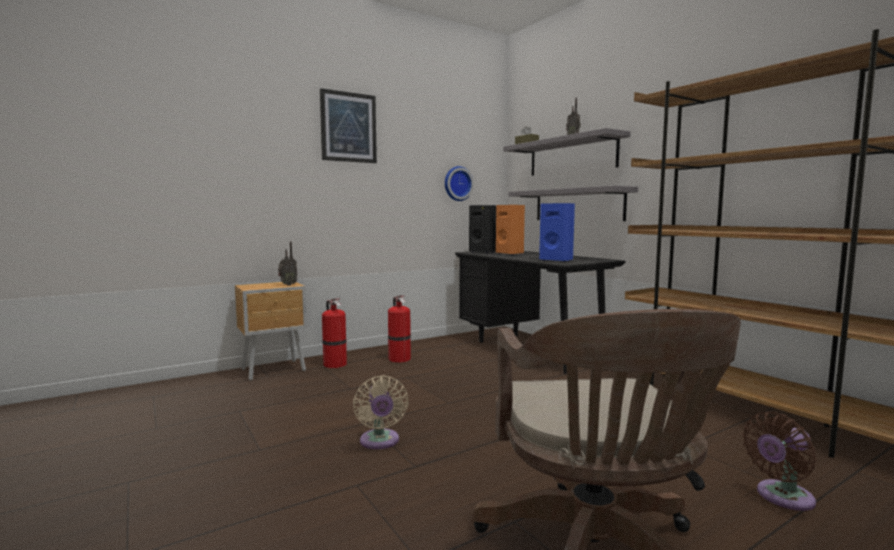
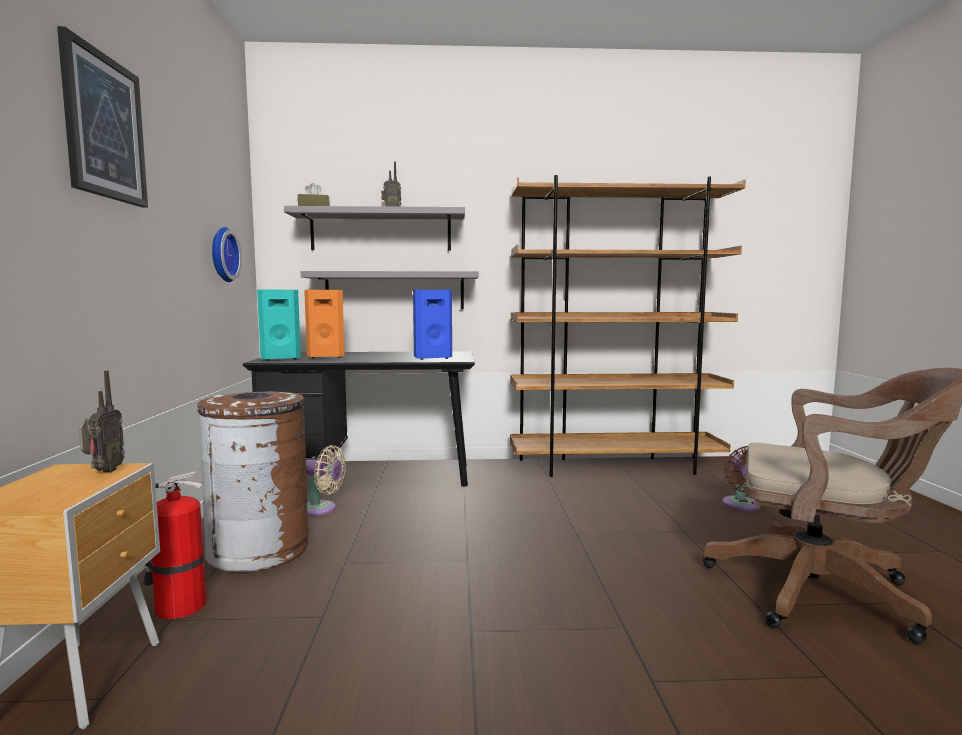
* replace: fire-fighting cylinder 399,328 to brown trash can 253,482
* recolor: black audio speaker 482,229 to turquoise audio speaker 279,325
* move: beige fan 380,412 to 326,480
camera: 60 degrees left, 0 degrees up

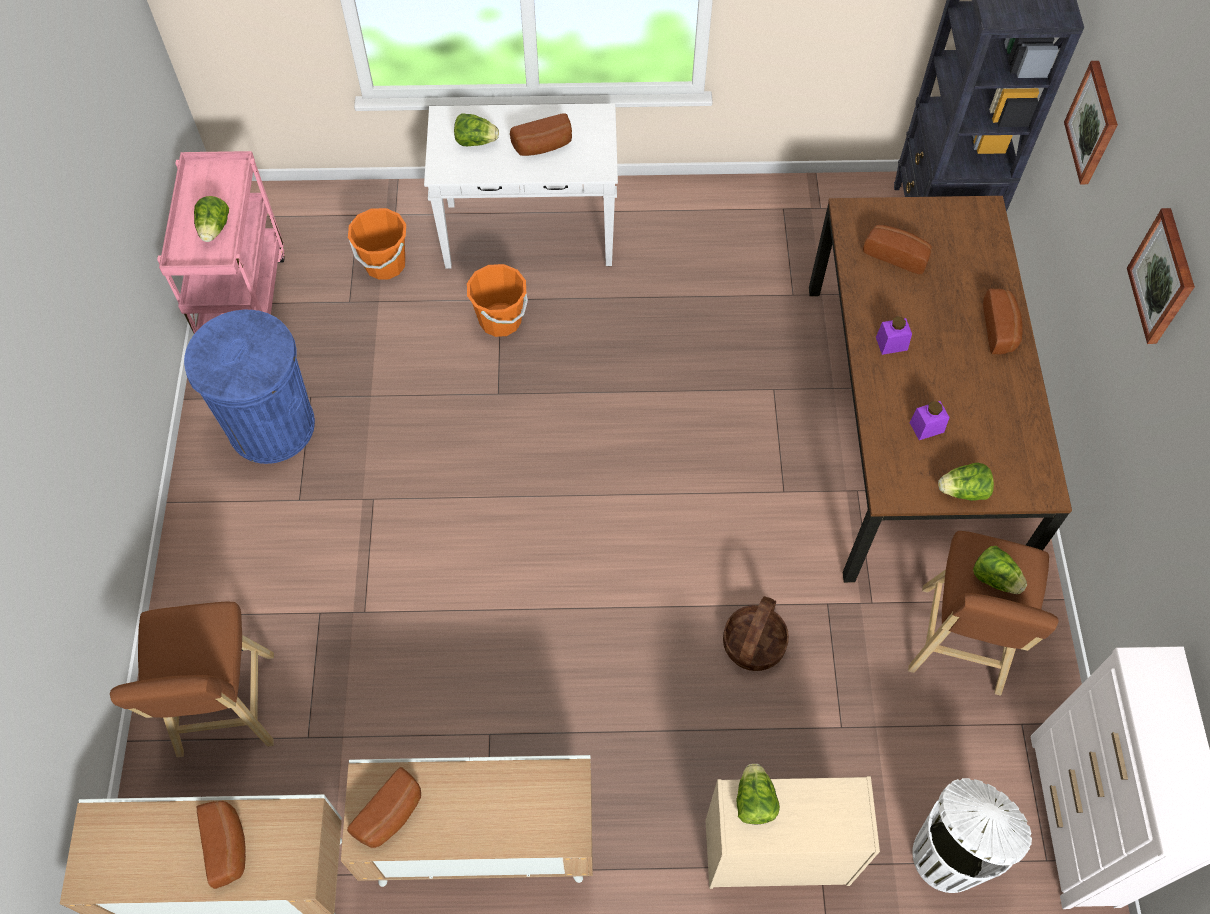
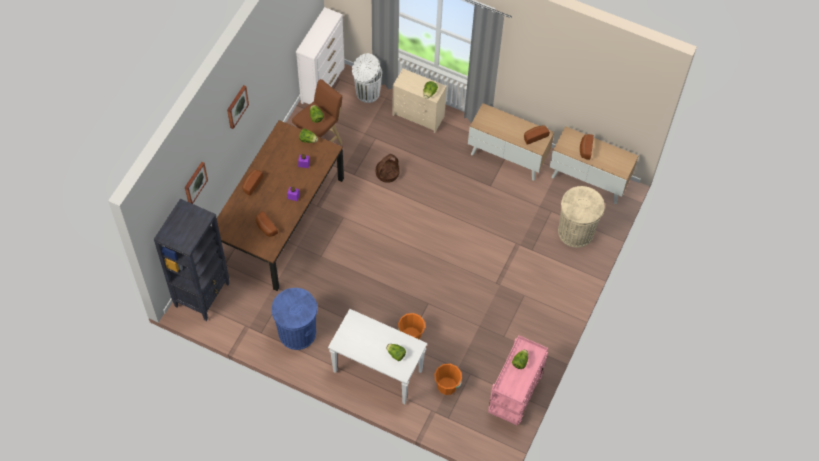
* move: bluish trash can 249,387 to 294,319
* replace: brown stool seat 192,679 to beige trash can 581,217
* delete: baked bread 541,134
camera: 155 degrees left, 0 degrees up

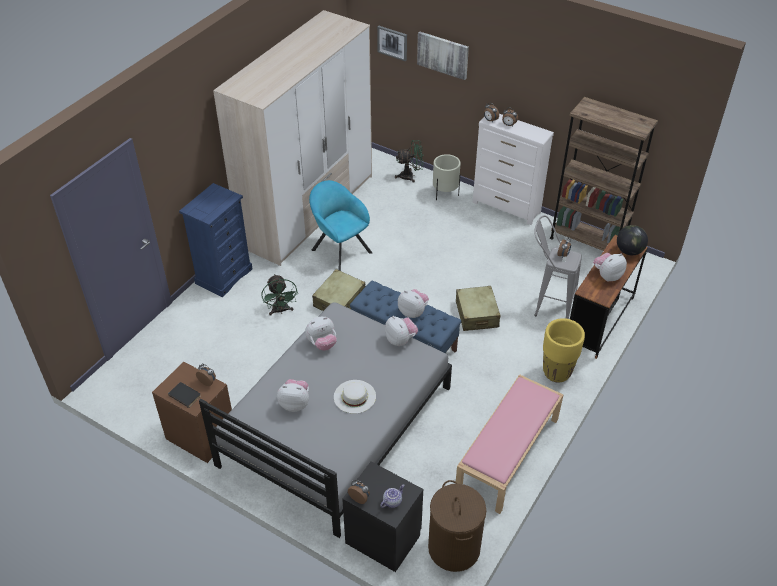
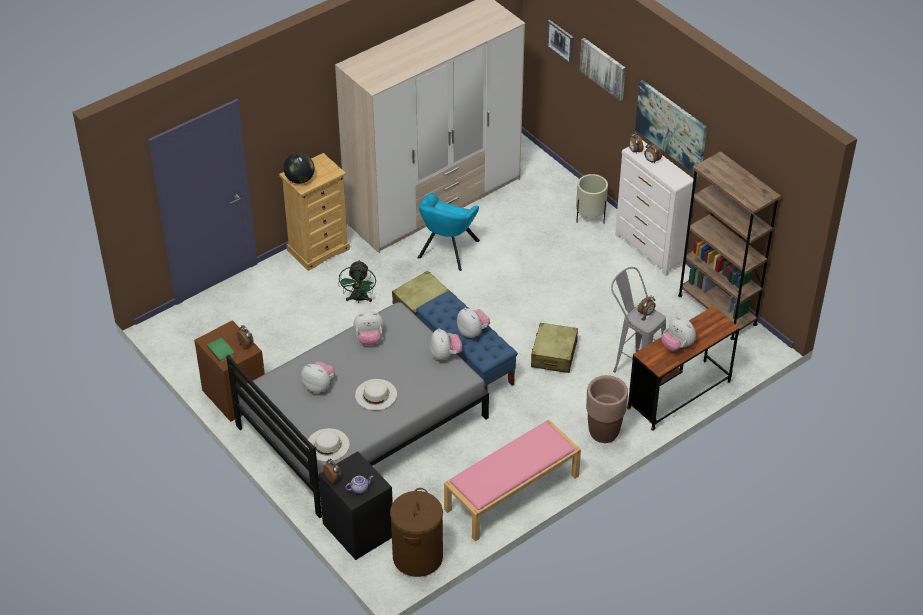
* recolor: black book 184,395 to greenish book 221,350
* recolor: bluish chest of drawers 216,240 to beige chest of drawers 314,212
* move: desk globe 632,240 to 299,168
* insert: whitish clothing hat 327,445
* rotate: turquoise easy chair 340,225 = 448,232 135 degrees counterclockwise
* recolor: yellowish plant pot 564,350 to brown plant pot 607,409
* insert: wall picture 671,128
* rotate: soft toy 610,267 = 678,334 120 degrees counterclockwise
* delete: greenish fan 409,161
camera: 20 degrees right, 0 degrees up

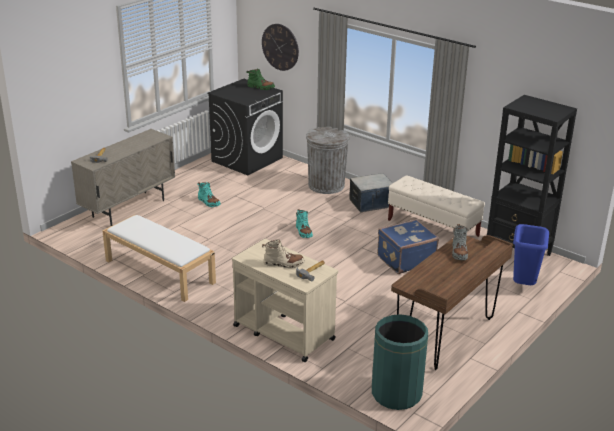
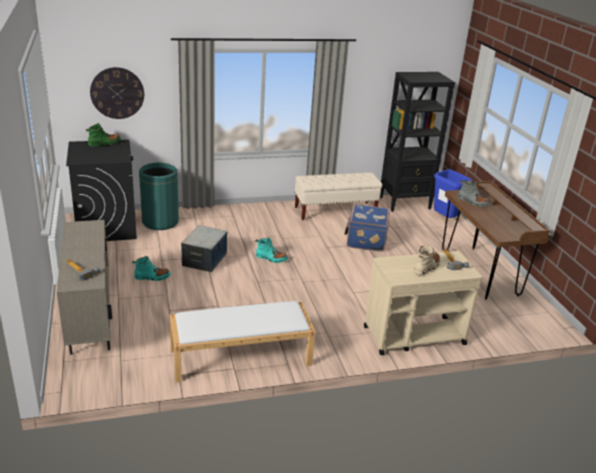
* move: greenish trash can 400,362 to 159,196
* move: storage bin 371,192 to 204,248
* delete: greyish trash can 328,160
camera: 55 degrees left, 0 degrees up

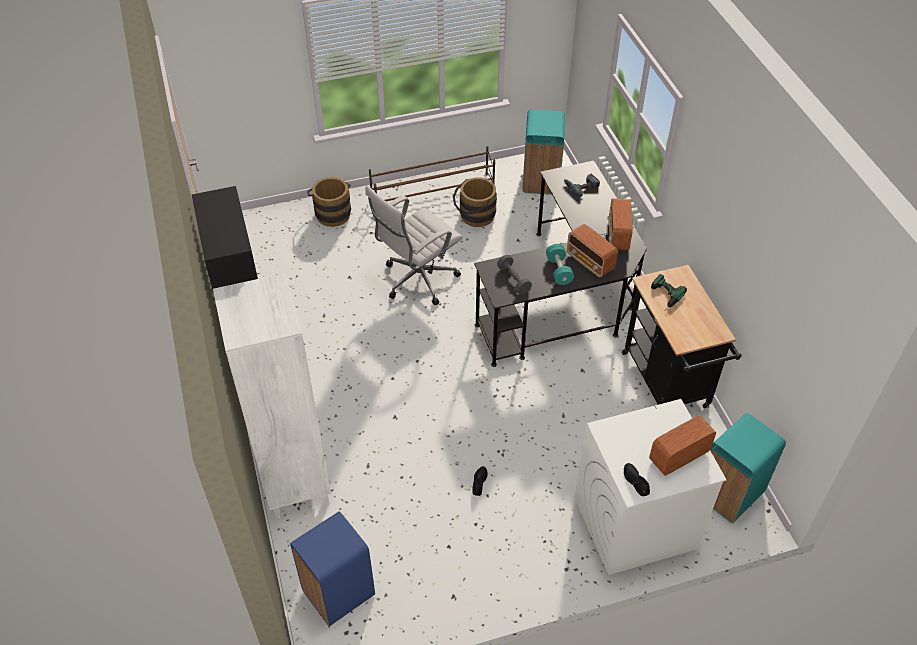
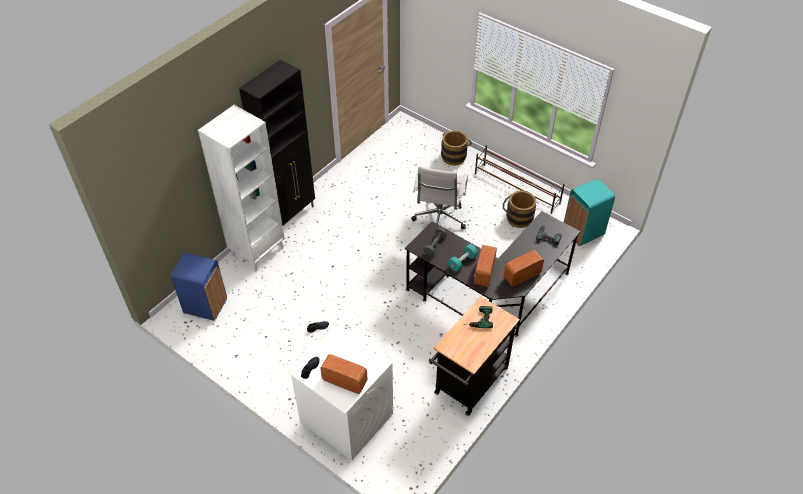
* rotate: whitish office chair 414,245 = 439,197 90 degrees counterclockwise
* delete: turquoise trash can 748,468
camera: 55 degrees right, 0 degrees up

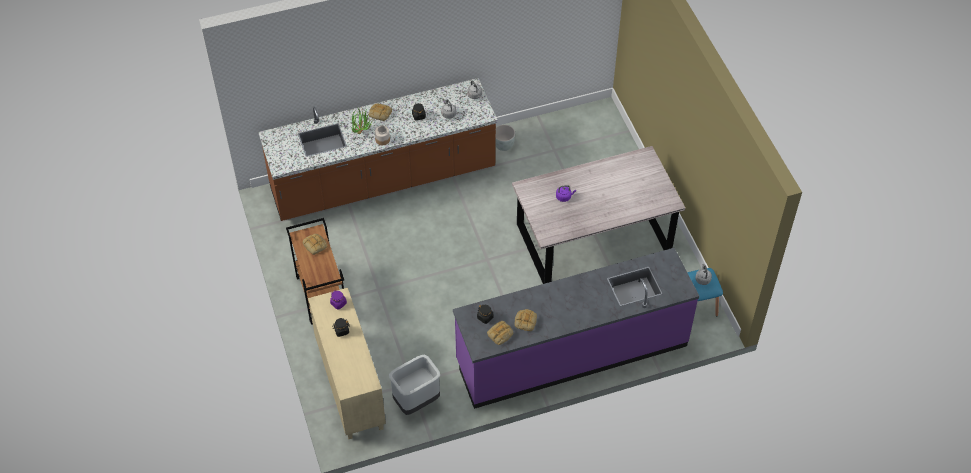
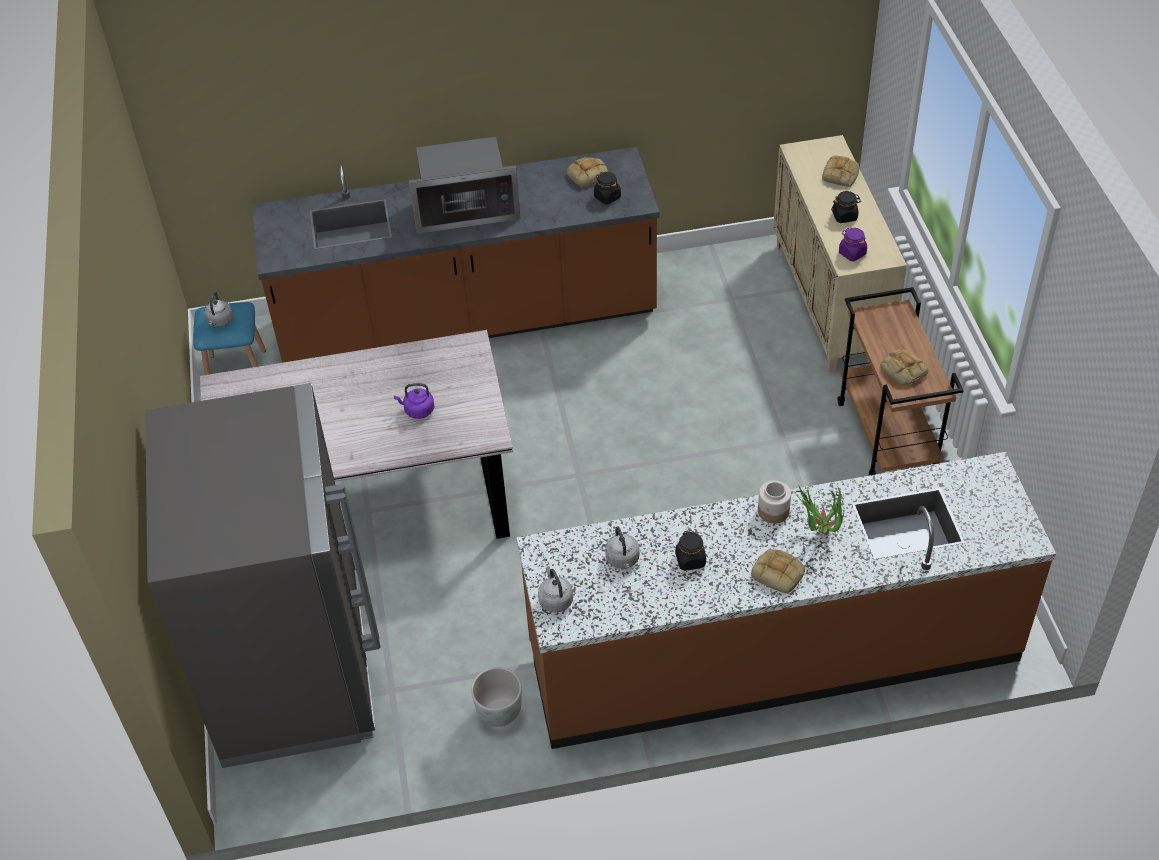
* insert: greyish fridge 263,575
* recolor: purple-coloured kitchen counter 576,328 to brown kitchen counter 455,255
* insert: microwave oven 465,185
* move: baked bread 526,320 to 840,171
* delete: greyish trash can 414,384
camera: 170 degrees left, 5 degrees down

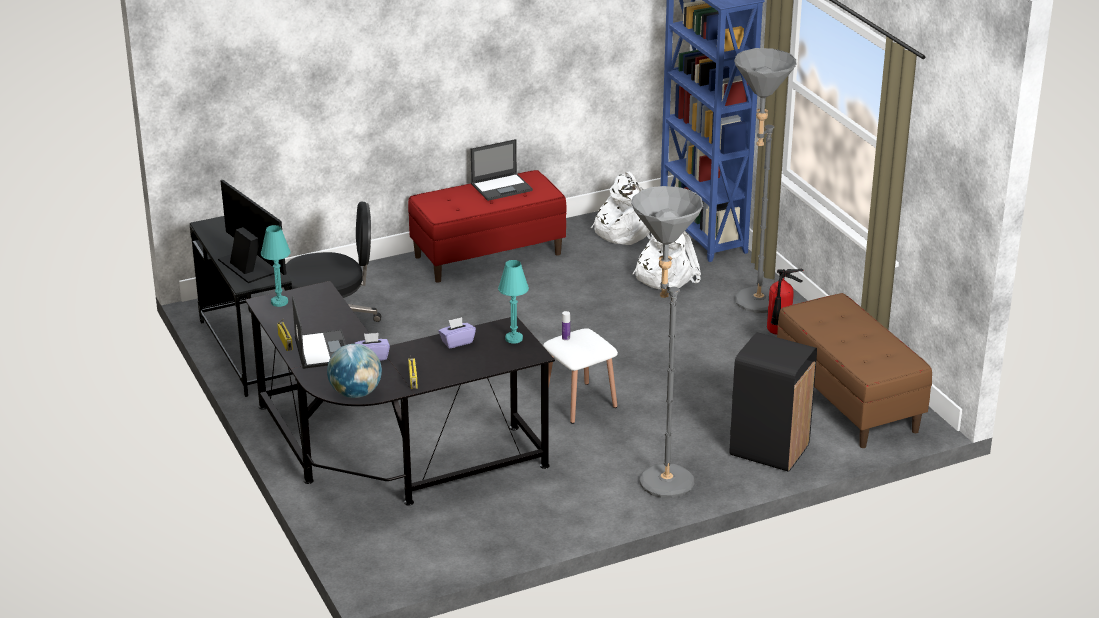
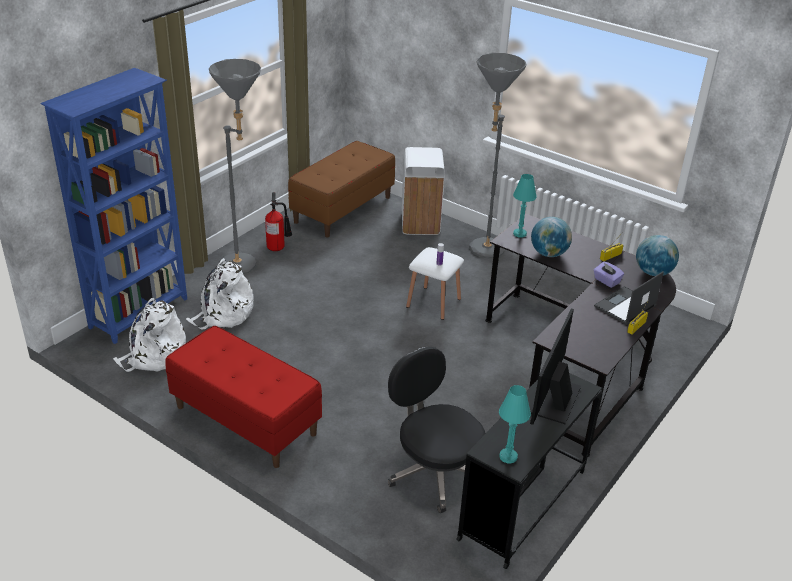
* recolor: black trash can 773,402 to whitish trash can 423,191
* move: turquoise lamp for a table 276,266 to 515,424
* replace: purple-coloured tissue holder 457,333 to desk globe 551,237
* delete: notebook computer 502,170
camera: 120 degrees left, 5 degrees up

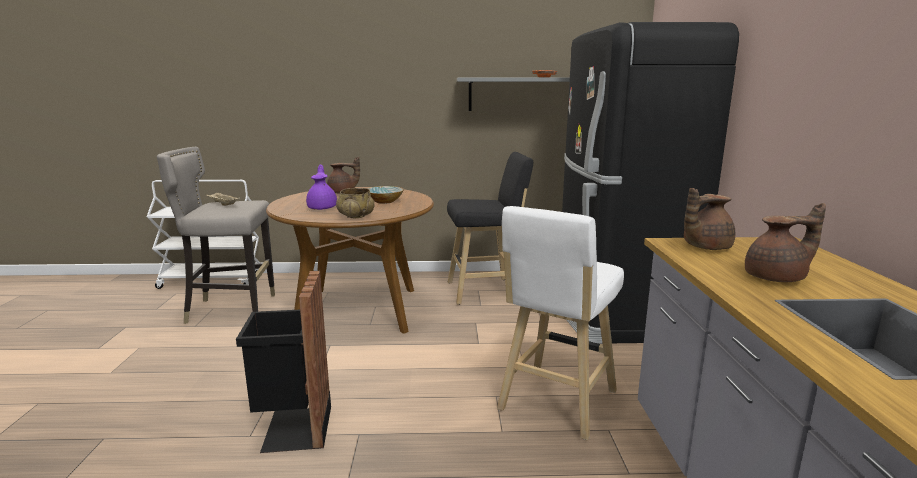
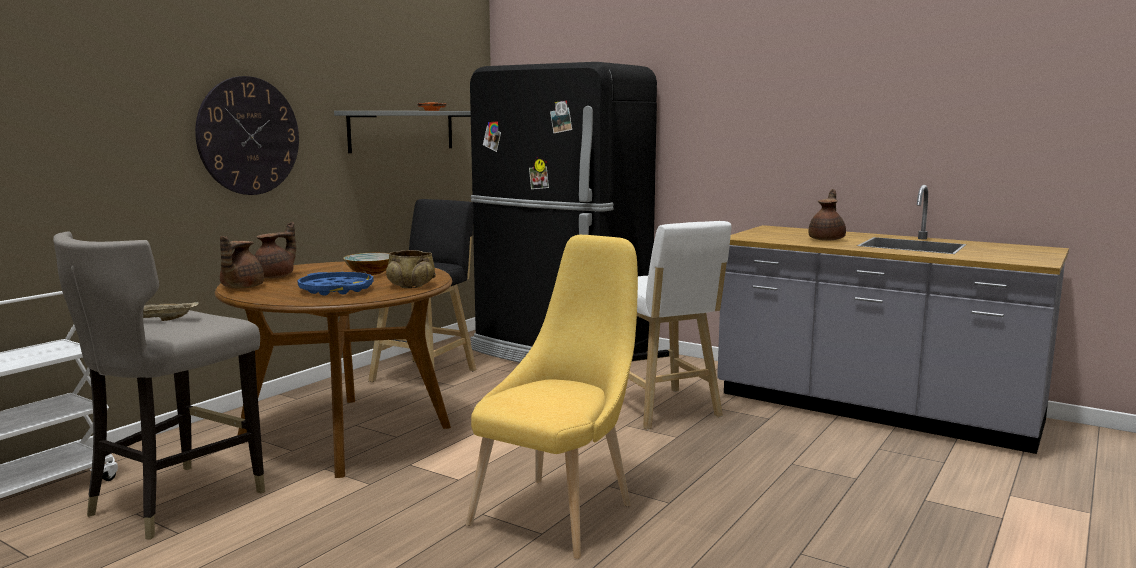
* insert: wall clock 247,135
* move: brown tea pot 709,219 to 242,262
* replace: purple-coloured tea pot 321,187 to bluish serving tray 336,284
* replace: black trash can 283,362 to yellowish chair 552,397
camera: 55 degrees left, 5 degrees down

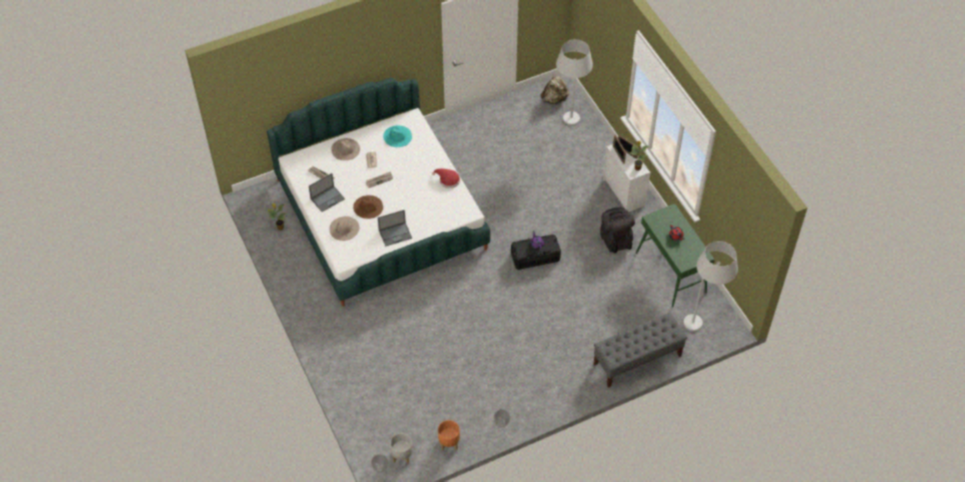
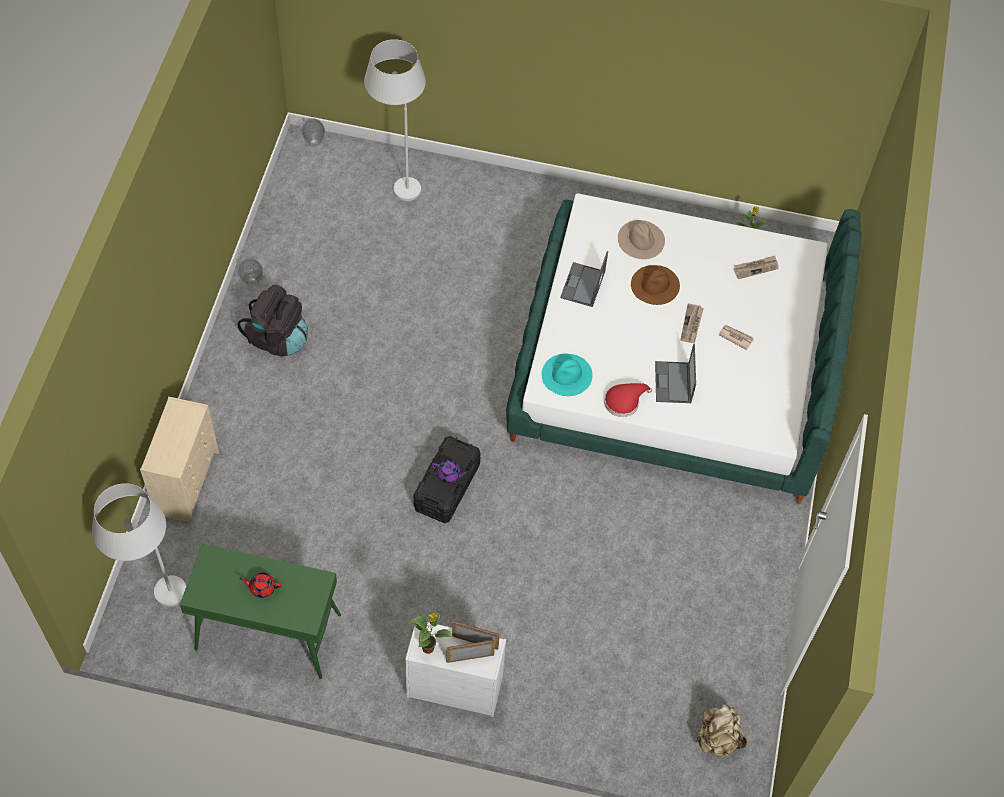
* replace: greyish bench 640,350 to beige chest of drawers 179,460
* move: black rucksack 617,230 to 273,321
* move: whitish floor lamp 574,82 to 395,120
* move: turquoise clothing hat 397,136 to 567,375
* move: notebook computer 327,192 to 675,373
* delete: beige clothing hat 345,149
* delete: greyish plant pot 401,448
* delete: orange-coloured plant pot 449,435
camera: 125 degrees right, 5 degrees up

